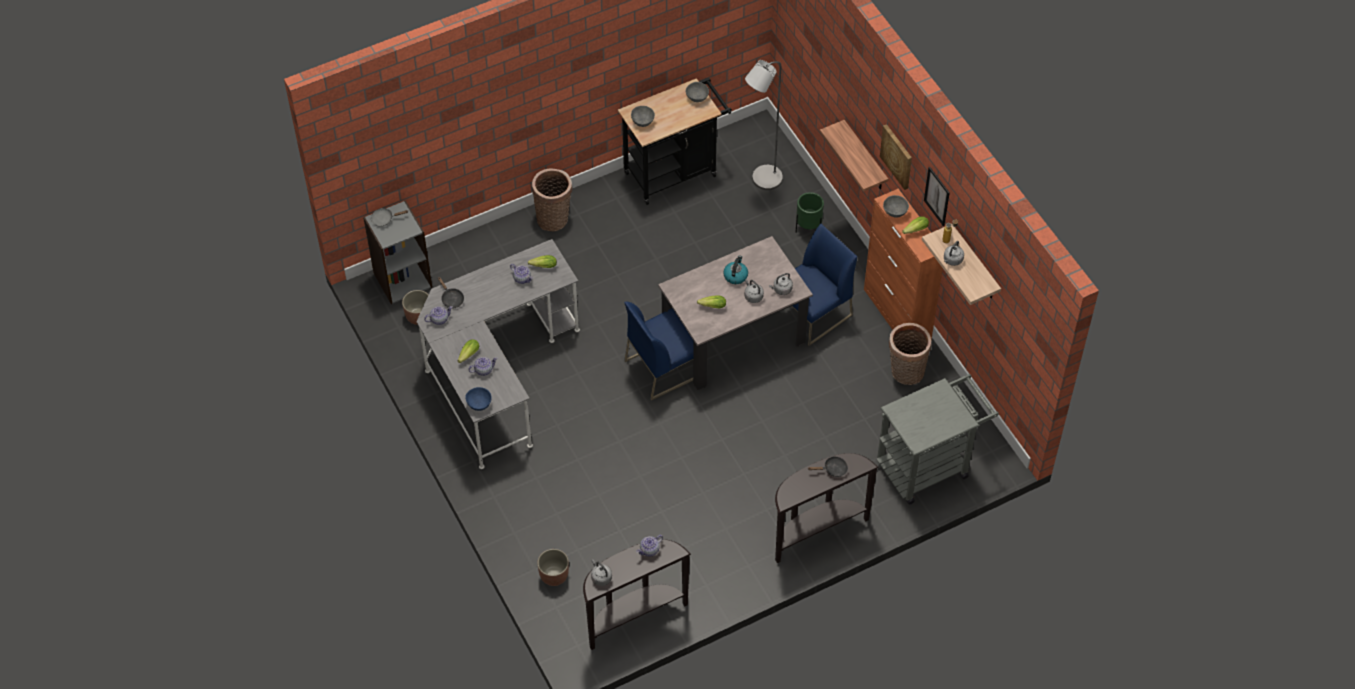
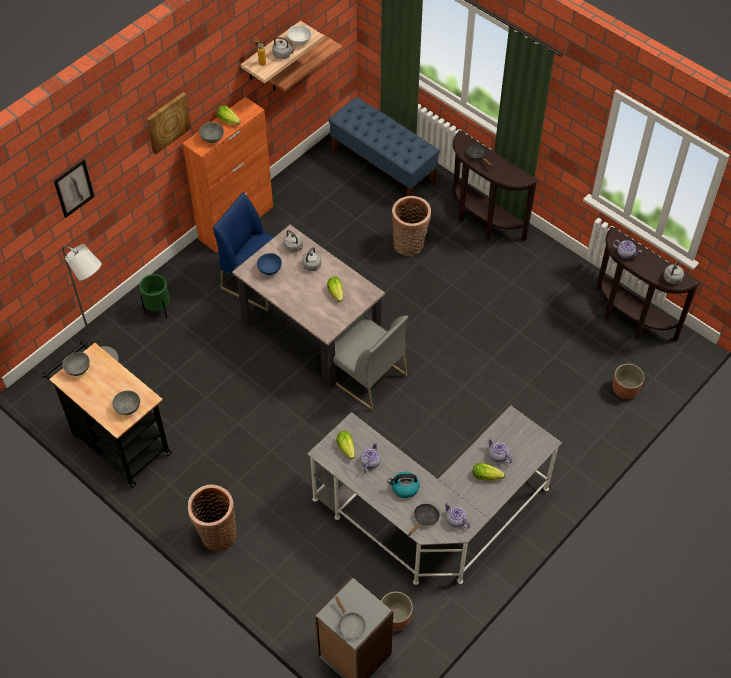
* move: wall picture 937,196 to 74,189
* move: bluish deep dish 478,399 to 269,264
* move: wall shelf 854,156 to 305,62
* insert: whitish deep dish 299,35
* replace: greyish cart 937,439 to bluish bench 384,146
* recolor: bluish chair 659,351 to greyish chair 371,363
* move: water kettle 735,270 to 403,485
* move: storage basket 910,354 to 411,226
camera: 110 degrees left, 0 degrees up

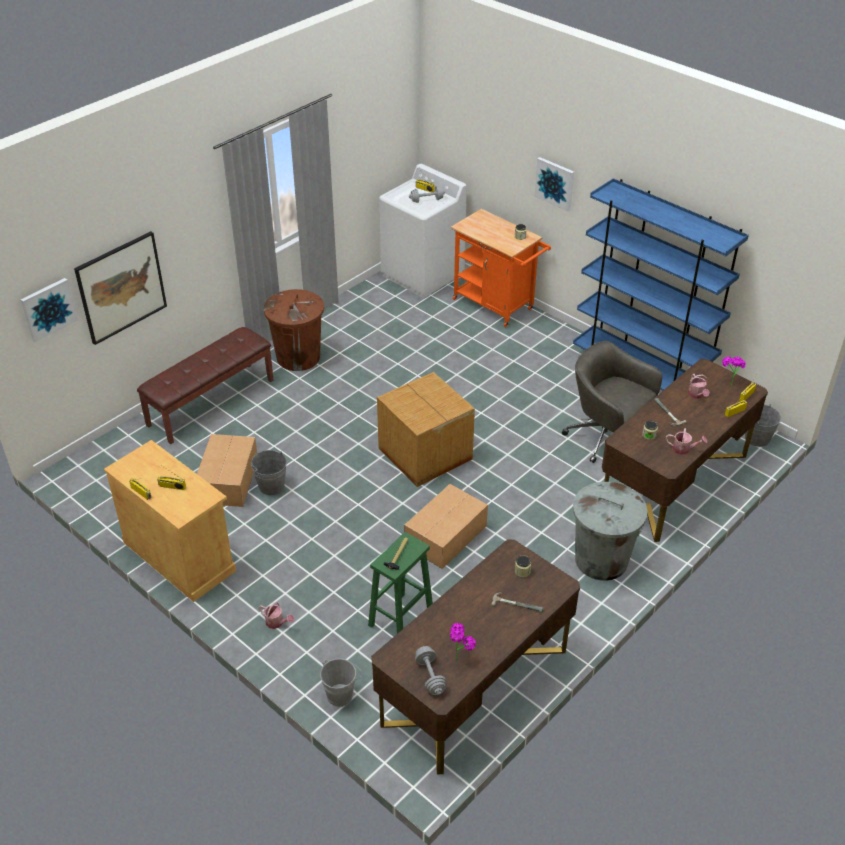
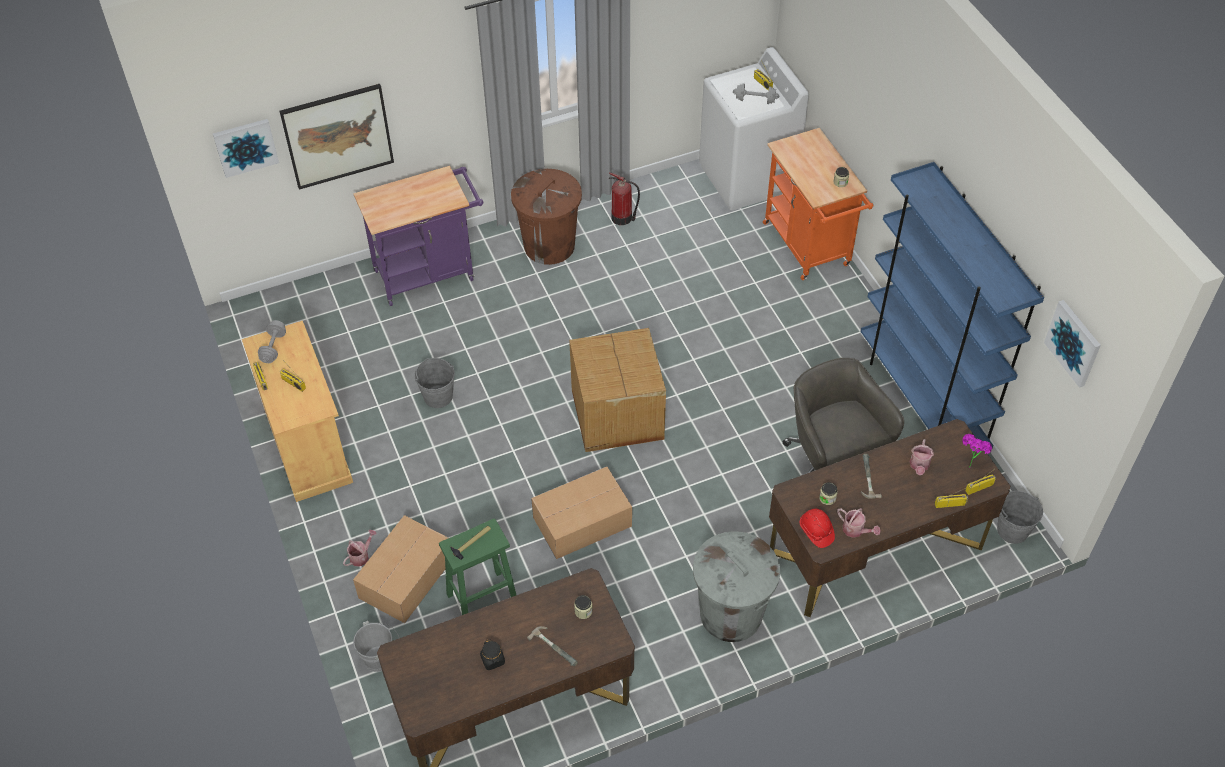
* move: greyish dumbbell 431,670 to 272,341
* rotate: watering can 276,615 = 360,548 105 degrees counterclockwise
* replace: brown bench 205,385 to purple-coloured cart 418,236
* move: cardboard box 227,470 to 400,569
* insert: black preserve jar 492,655
* insert: fire-fighting cylinder 624,198
* insert: red-coloured safety helmet 817,528
* move: wall picture 554,184 to 1072,344
* delete: houseplant 463,641
camera: 25 degrees right, 10 degrees up

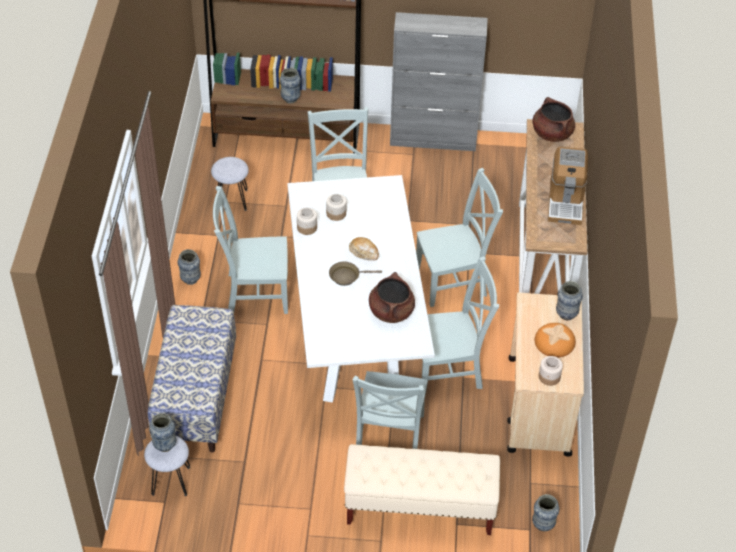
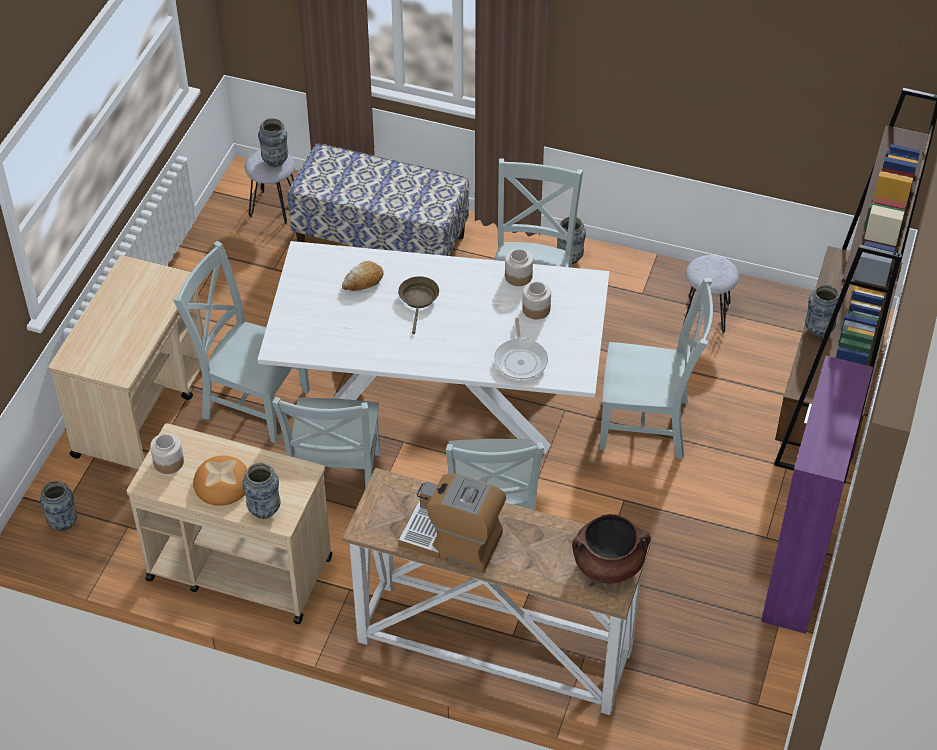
* replace: beige bench 422,489 to beige cart 128,363
* move: baked bread 364,248 to 363,276
* insert: pan 521,348
* recolor: greyish cupboard 439,81 to purple-coloured cupboard 817,495
* delete: brown stockpot 392,297
camera: 105 degrees right, 0 degrees up

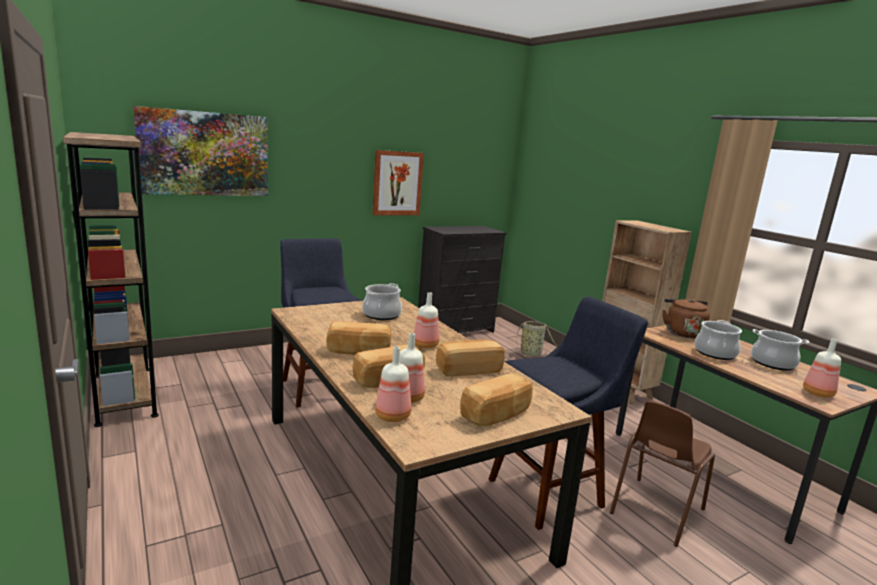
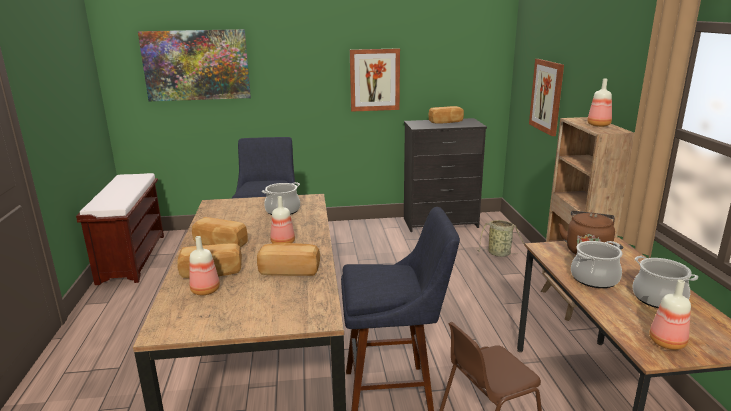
* replace: brown bookshelf 111,279 to brown bench 120,229
* move: baked bread 496,399 to 446,115
* insert: wall picture 546,97
* move: drink bottle 393,384 to 599,102
camera: 25 degrees right, 5 degrees up

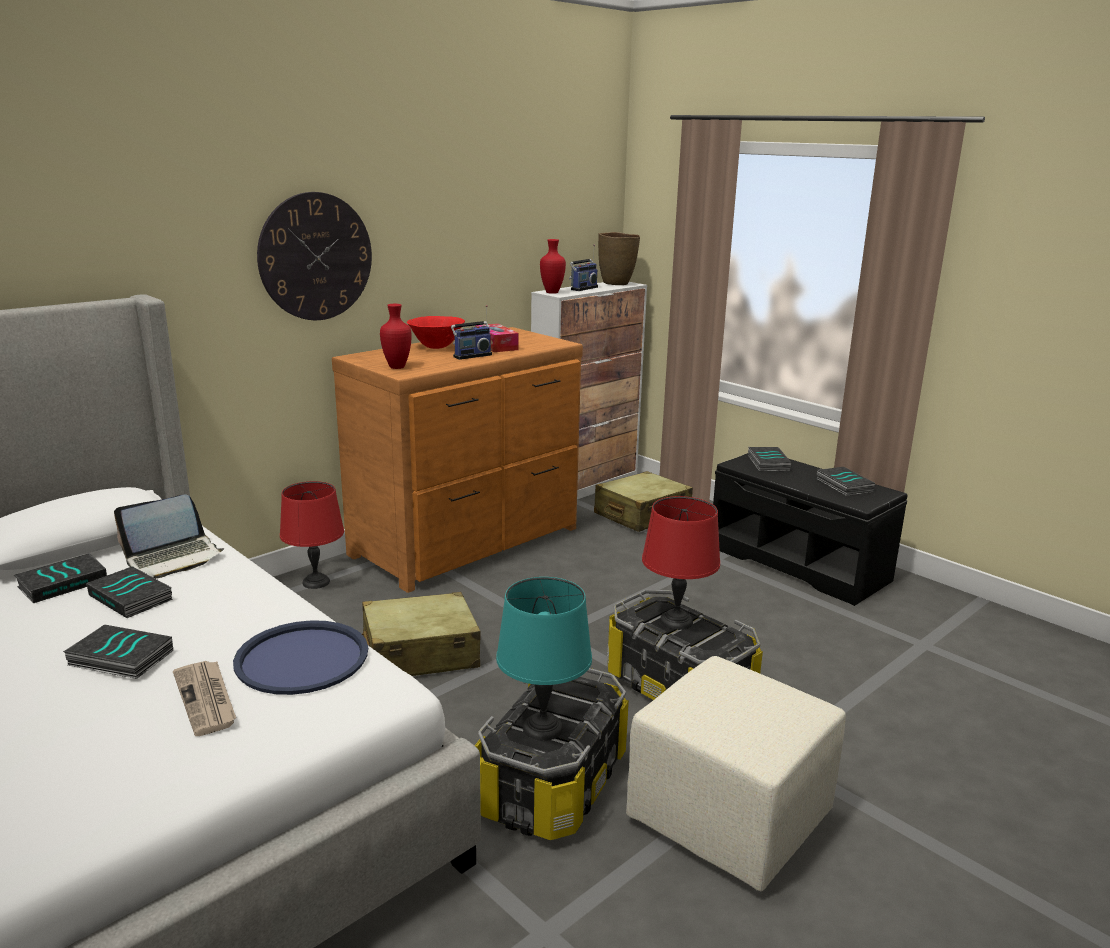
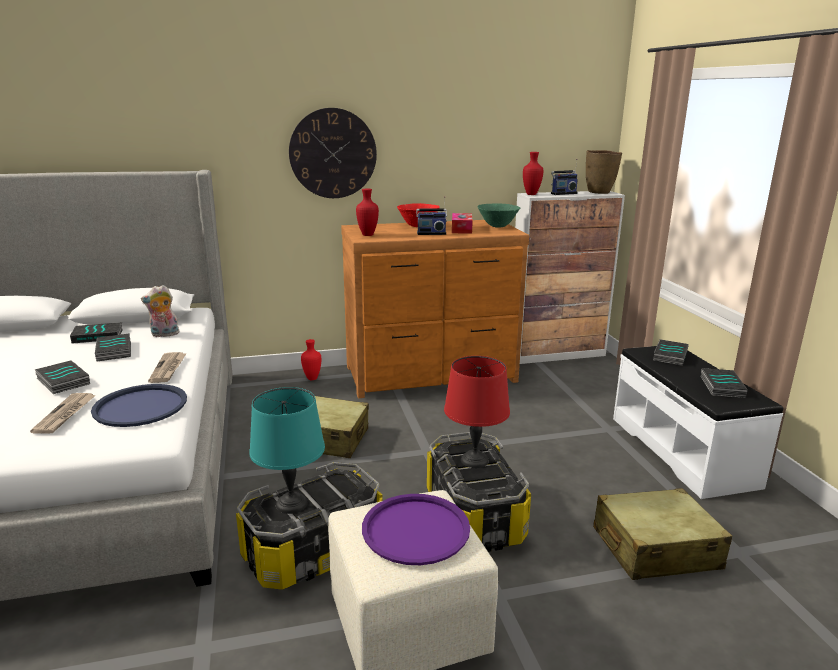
* replace: notebook computer 169,537 to soft toy 160,311
* insert: daily paper 167,367
* replace: red-coloured lamp for a table 312,535 to red-coloured flower vase 311,359
* insert: purple-coloured serving tray 416,529
* insert: greenish deep dish 498,216
* move: beige piece of luggage 643,501 to 662,534
* recolor: black bench 810,529 to whitish bench 698,422
camera: 30 degrees right, 0 degrees up

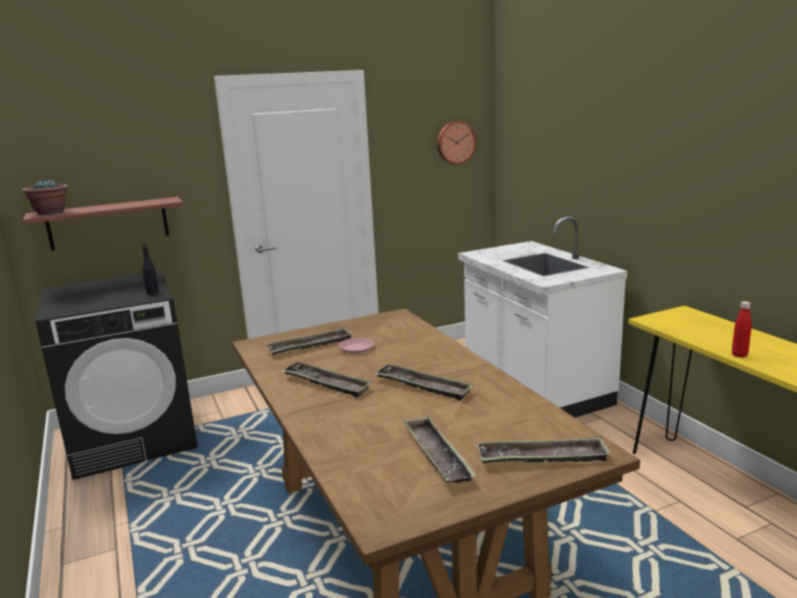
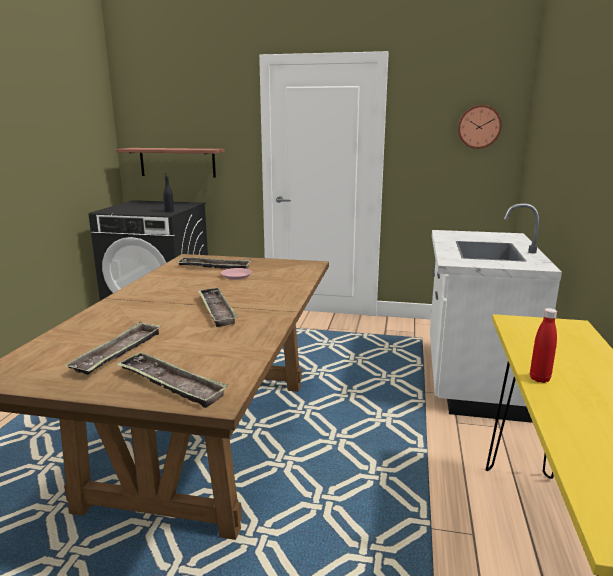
* delete: houseplant 45,196
* delete: serving tray 327,379
camera: 35 degrees right, 0 degrees up

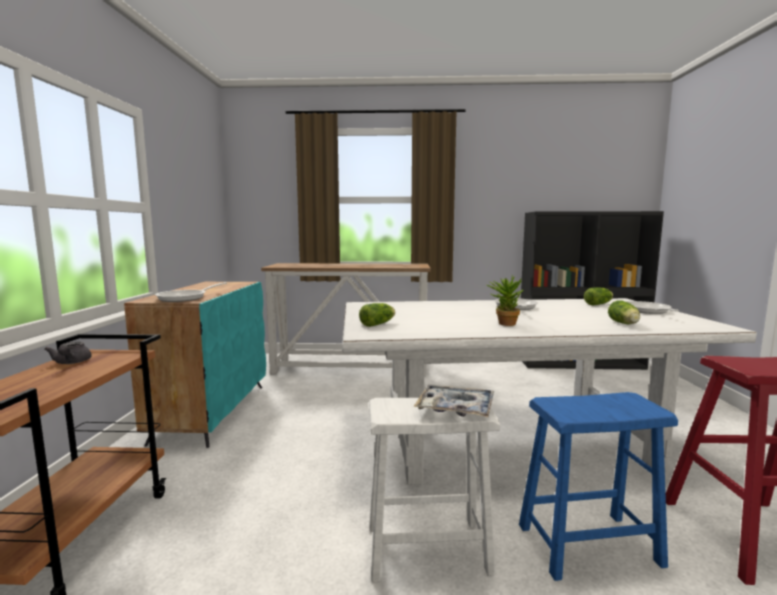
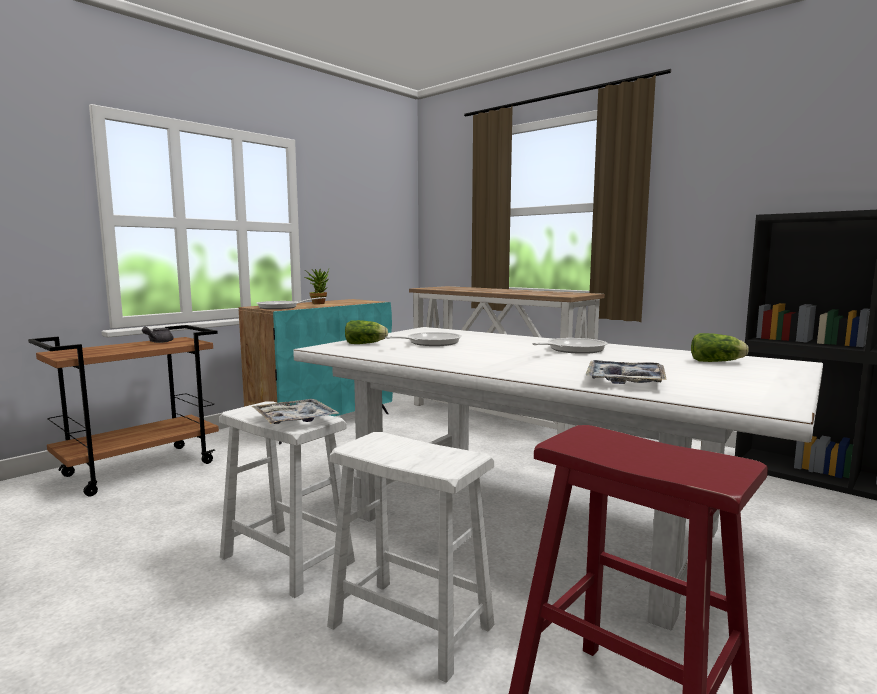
* move: houseplant 505,300 to 317,286
* recolor: bluish stool seat 598,486 to whitish stool seat 410,557
* move: pan 652,307 to 423,339
* replace: head of lettuce 624,312 to serving tray 626,372
camera: 40 degrees right, 0 degrees up

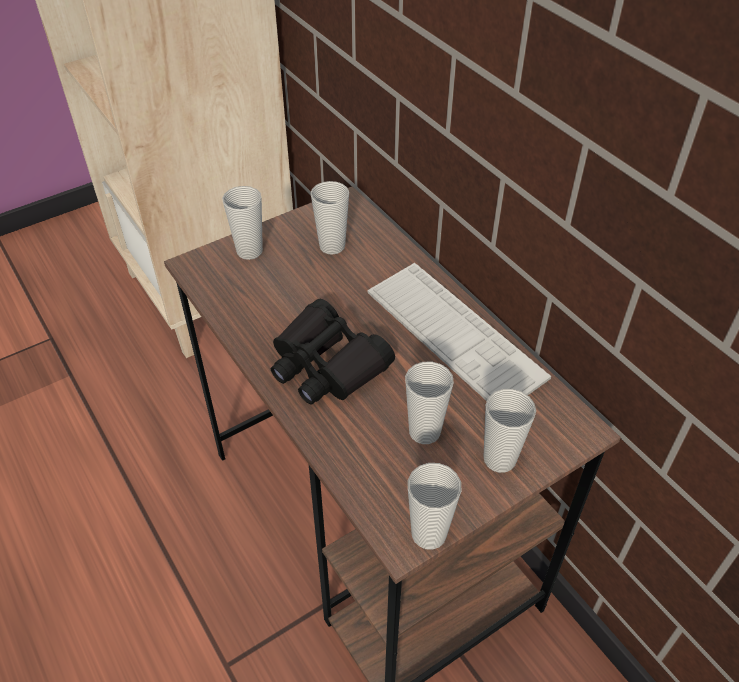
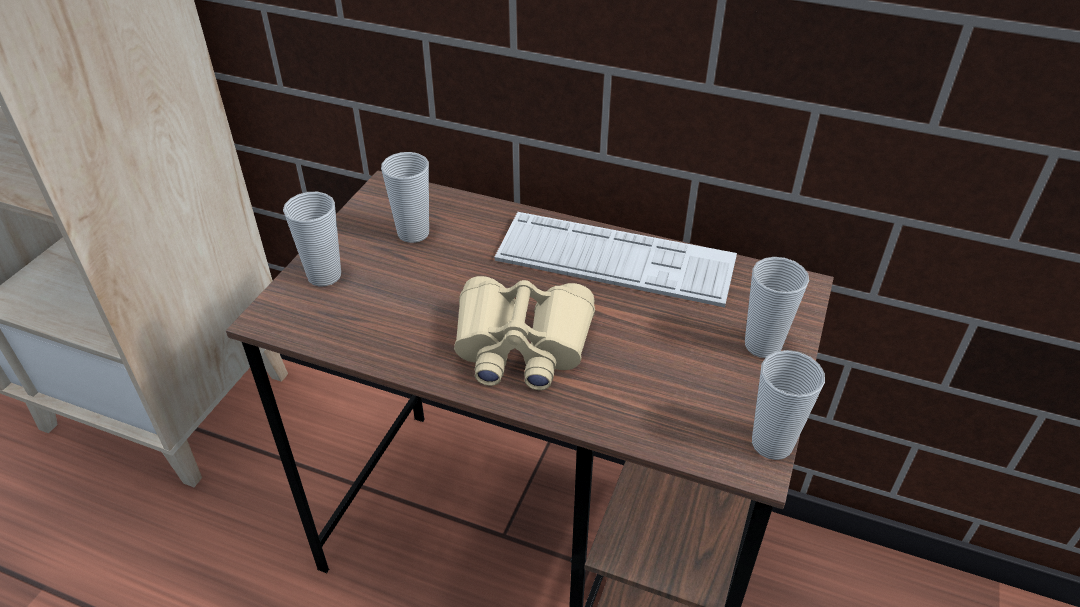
* recolor: black pair of binoculars 333,352 to beige pair of binoculars 524,333
* delete: drinking cup 429,403
camera: 35 degrees left, 5 degrees down

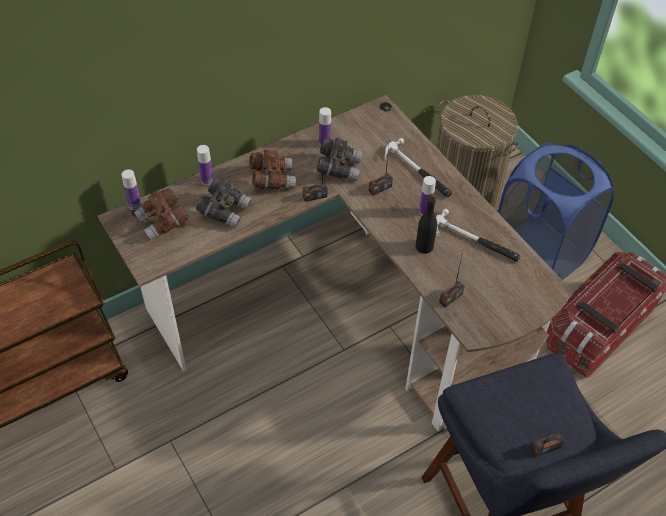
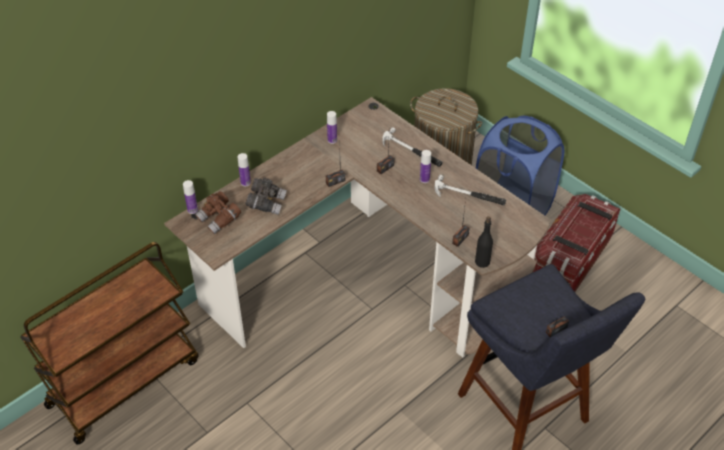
* move: black drink bottle 426,223 to 484,242
* delete: brown pair of binoculars 272,169
* delete: greyish pair of binoculars 339,159
camera: 10 degrees left, 5 degrees down

